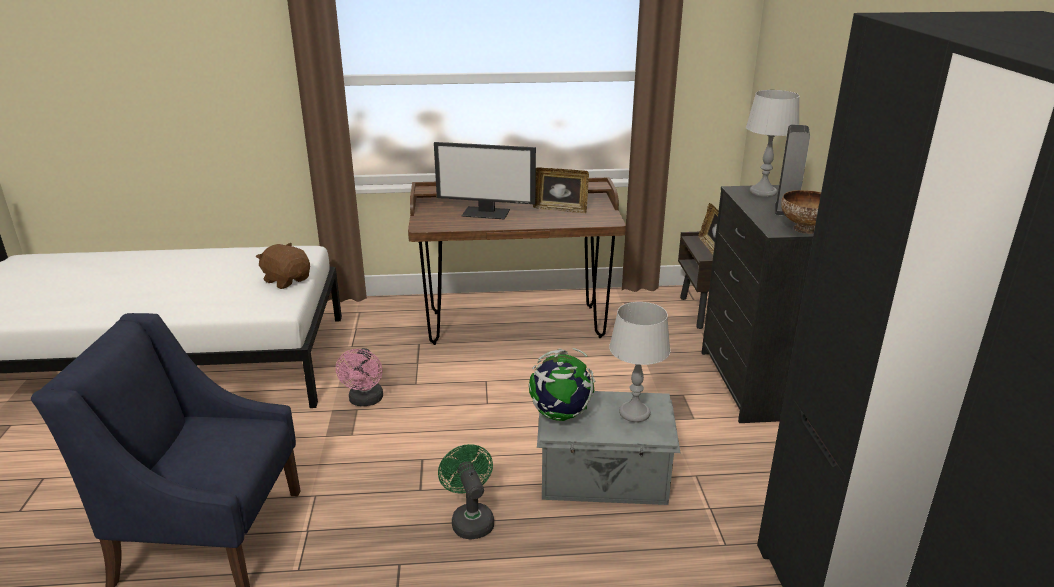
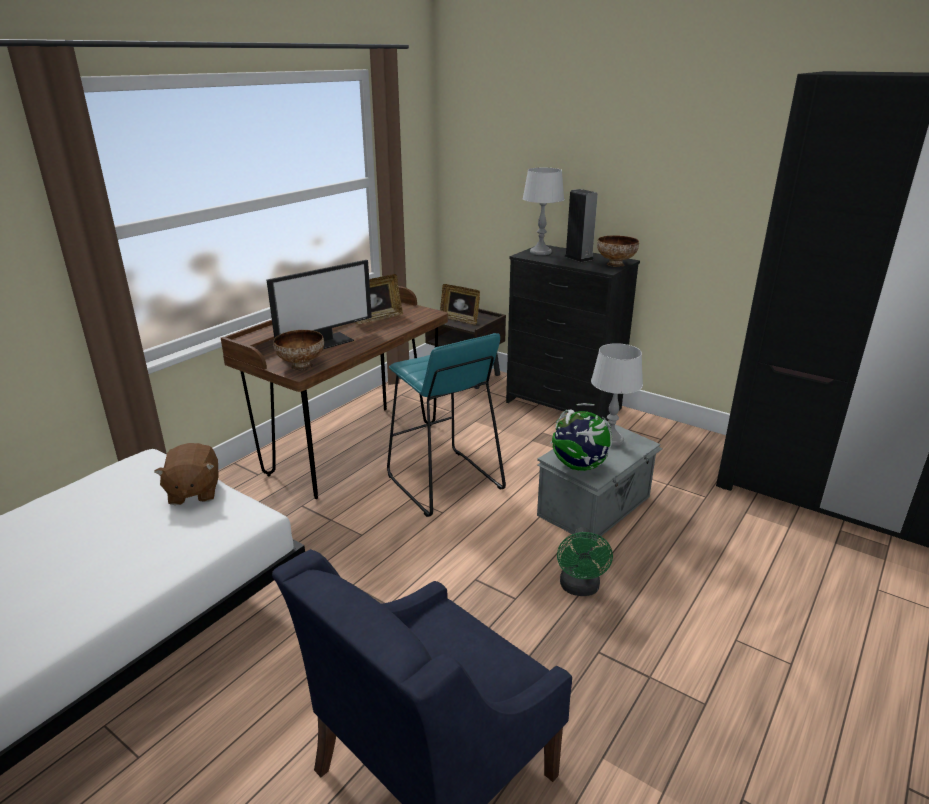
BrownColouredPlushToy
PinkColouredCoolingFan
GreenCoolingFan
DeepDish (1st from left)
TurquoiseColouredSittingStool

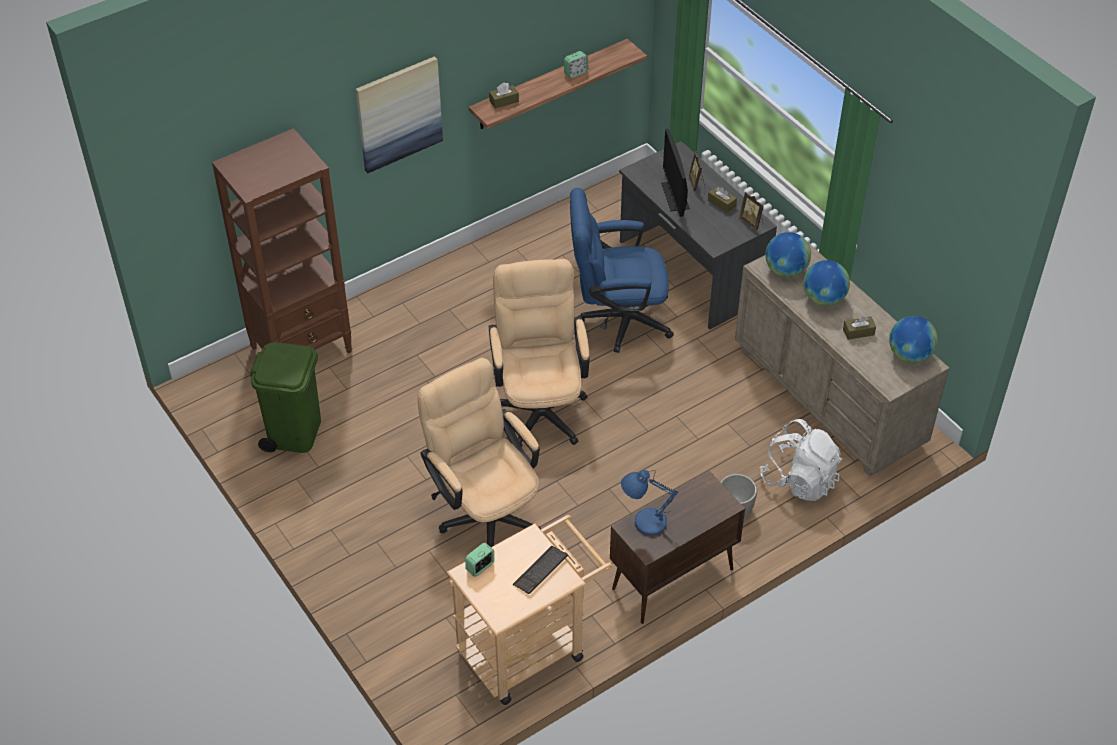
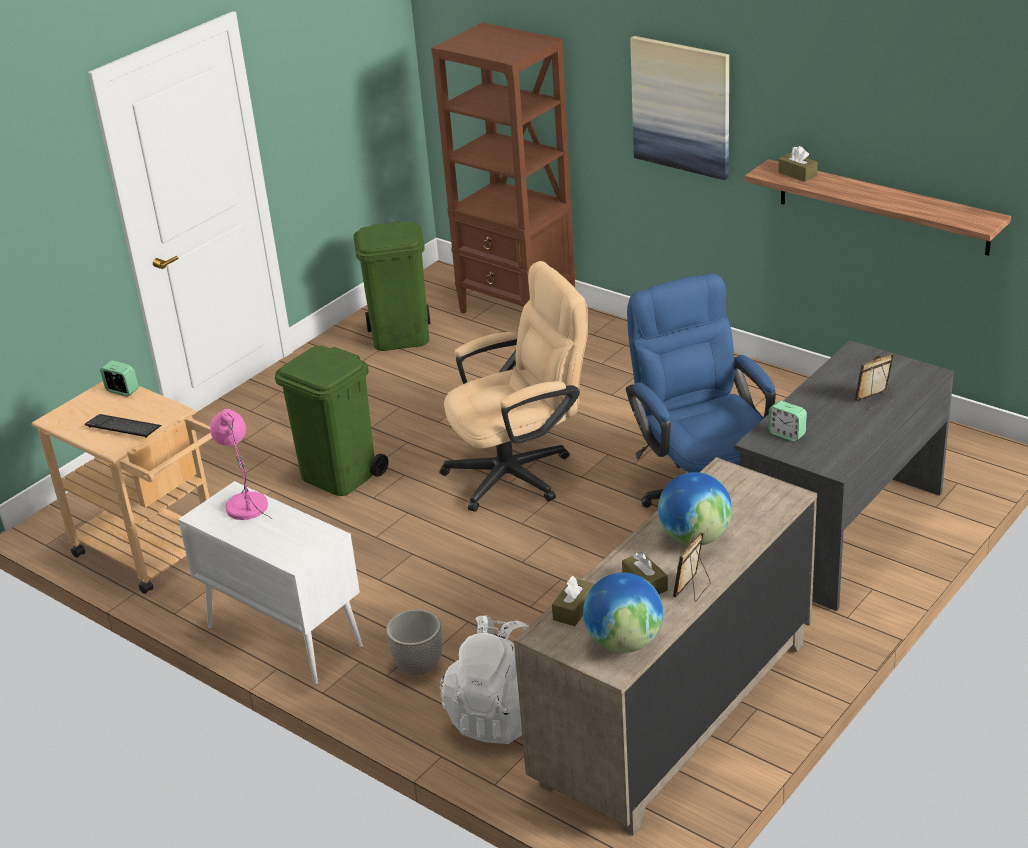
AlarmClock (2nd from left)
ComputerScreen
BrownColouredTissueHolder (1st from left)
PictureFrame (1st from left)
DeskGlobe (1st from left in the first image)
GreenTrashCan (1st from left)
PinkColouredTabletopLamp
WhitishCabinet

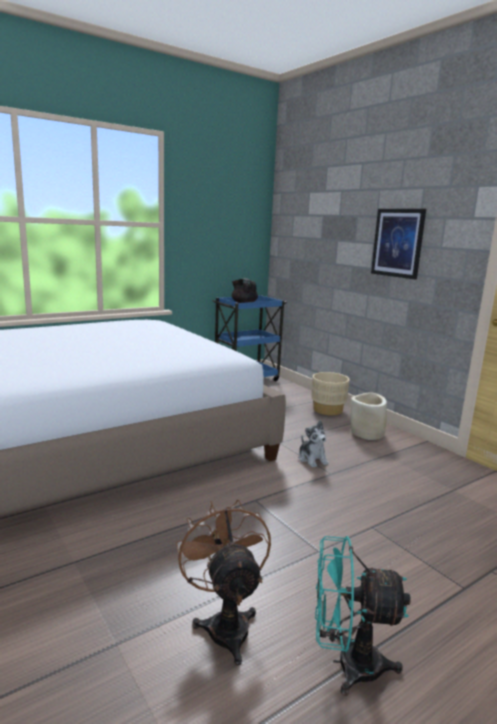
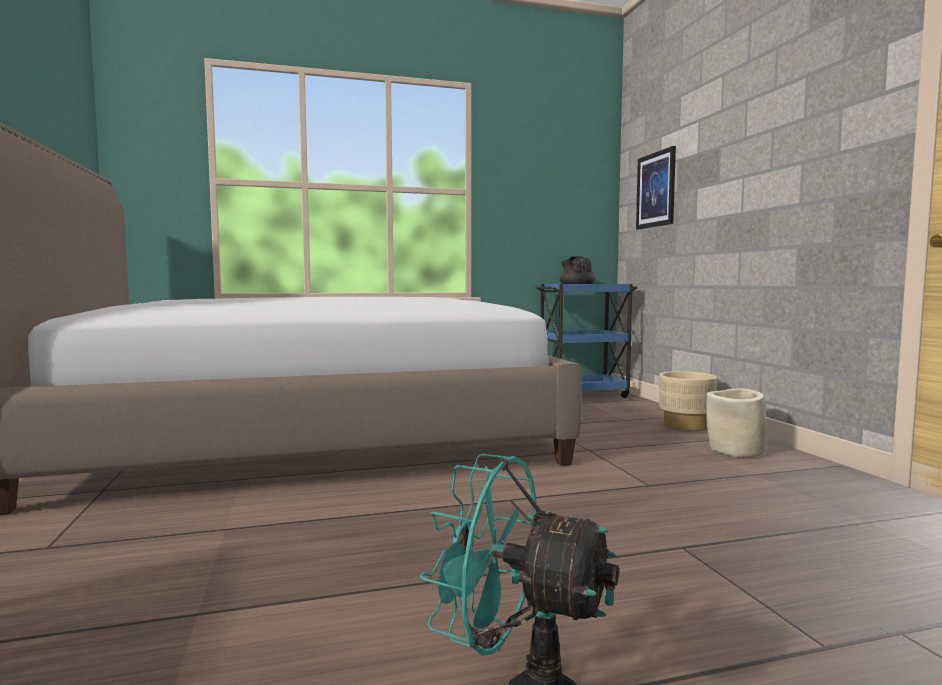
WallPicture
PlushToy
BrownColouredCoolingFan

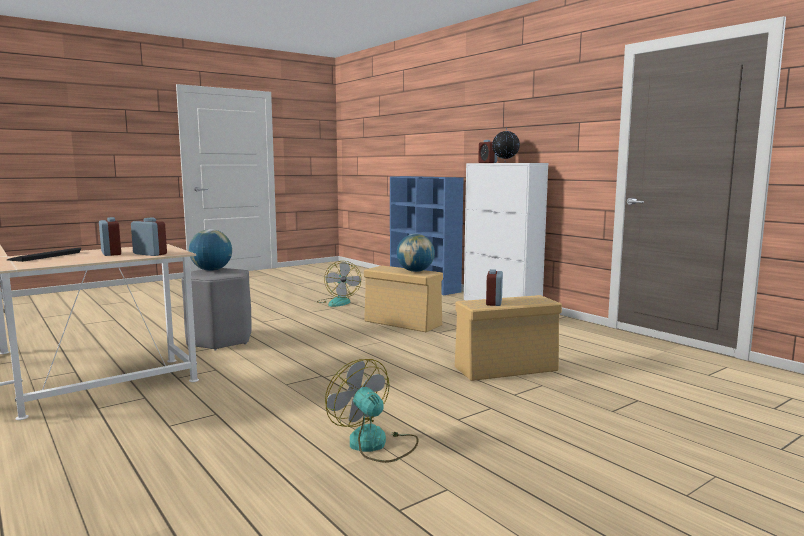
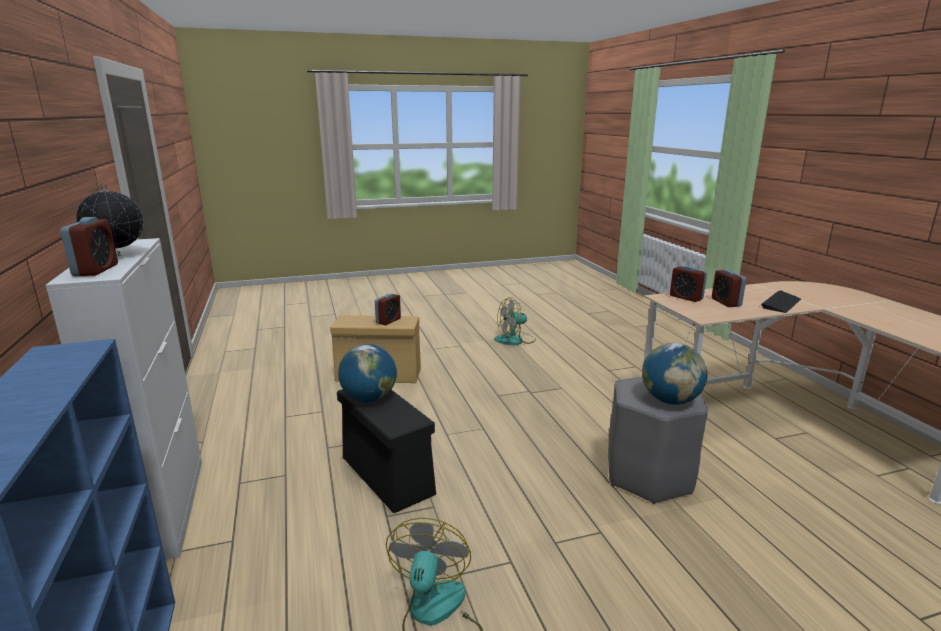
BlackStorageBin
CoolingFan (2nd from left)

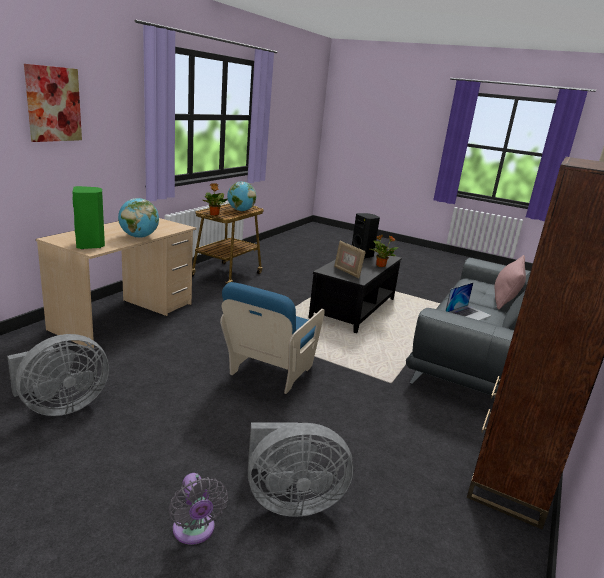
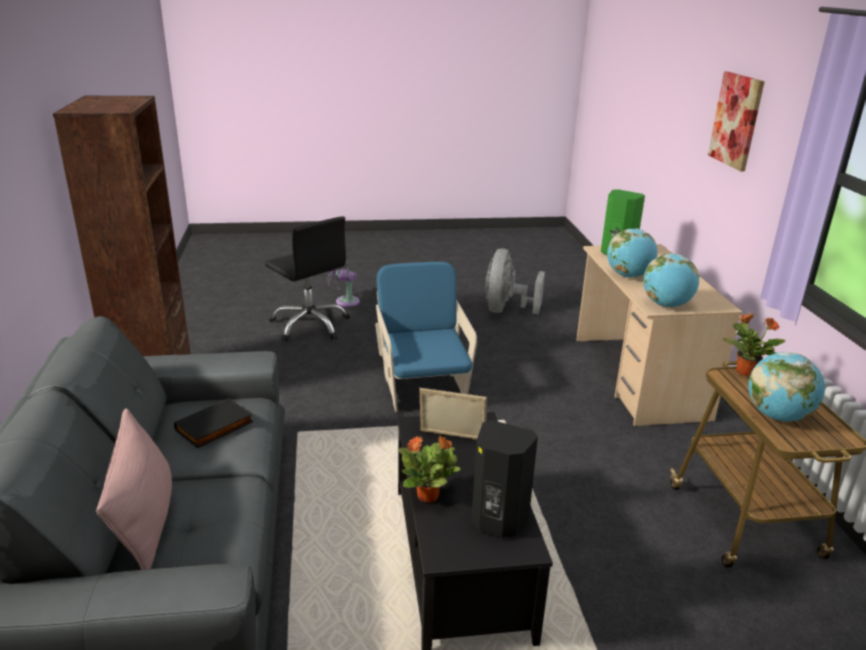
BlackBook
BlackDeskChair
DeskGlobe (2nd from left)

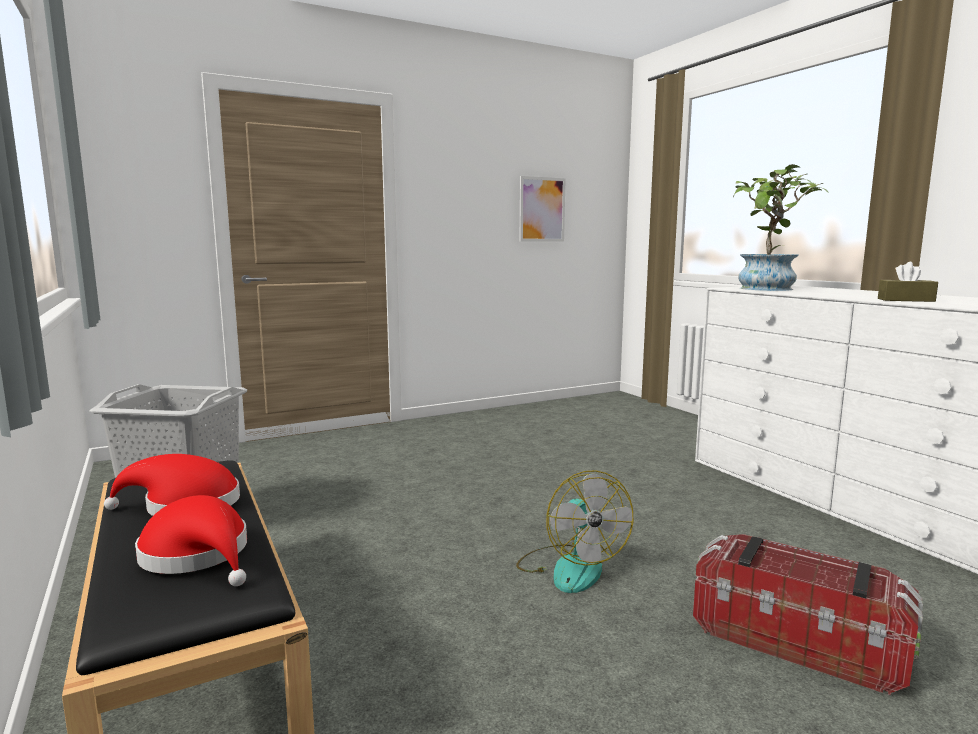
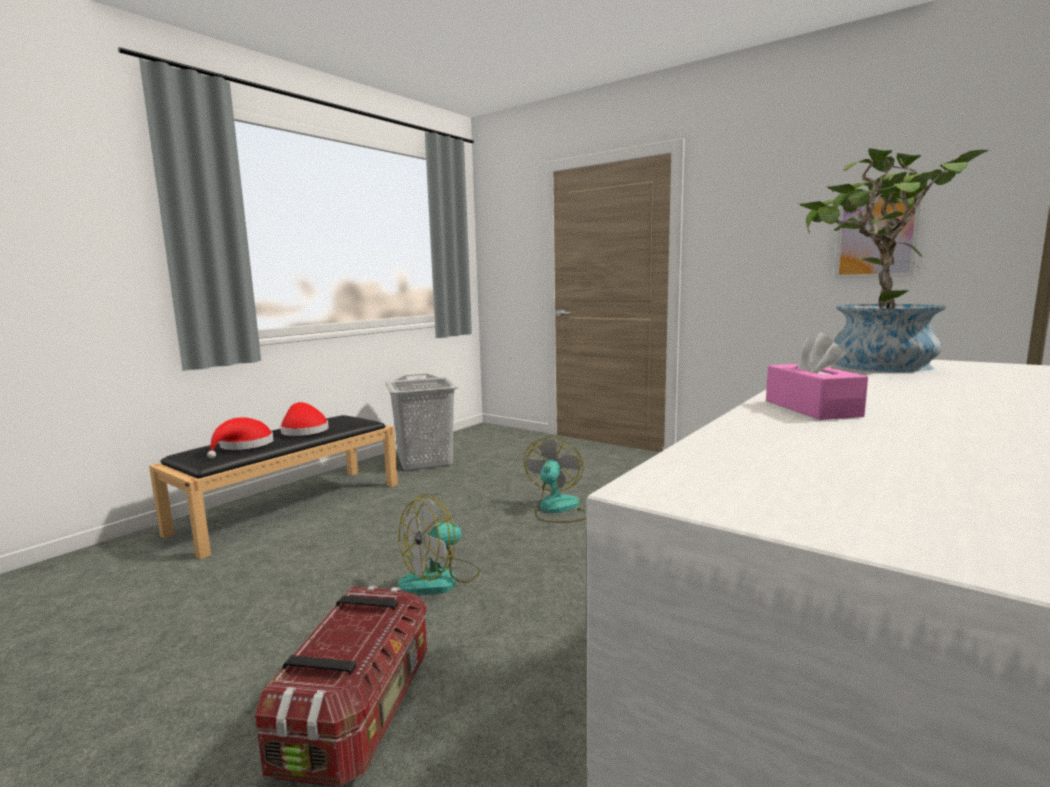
PinkColouredTissueHolder
CoolingFan (2nd from left)

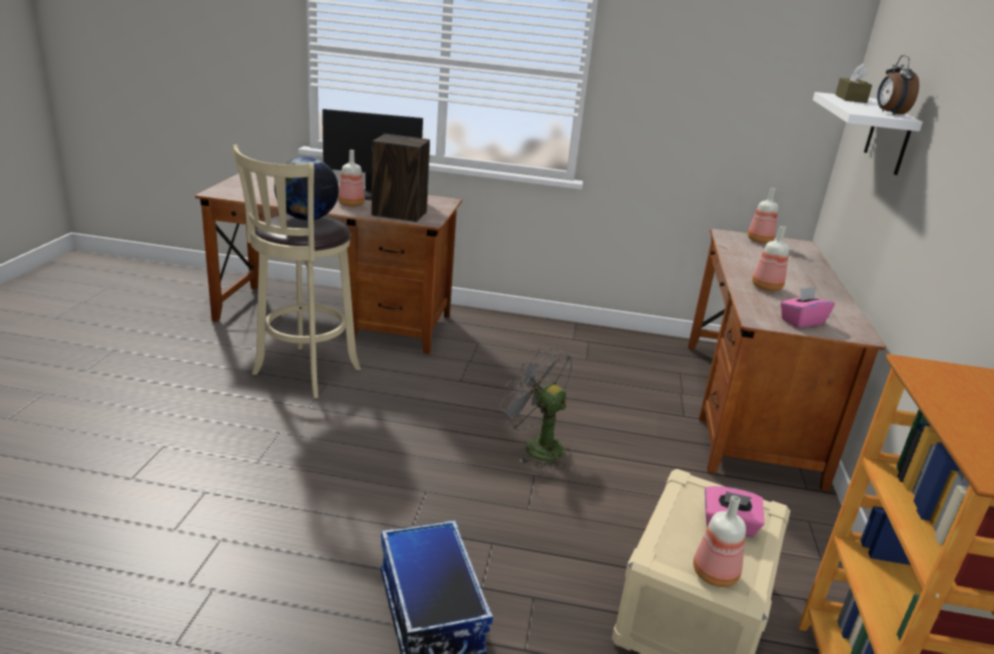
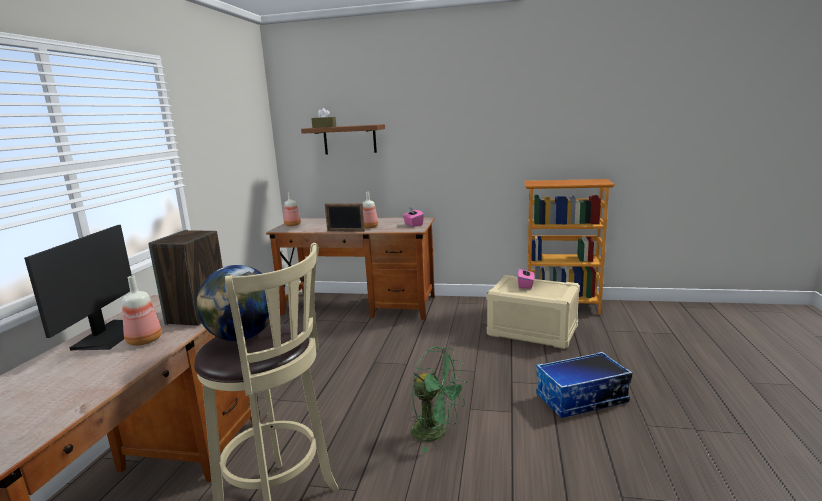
AlarmClock
BrownColouredShelf
GreyishCoolingFan
BeverageBottle (2nd from left in the first image)
PictureFrame
GreenCoolingFan

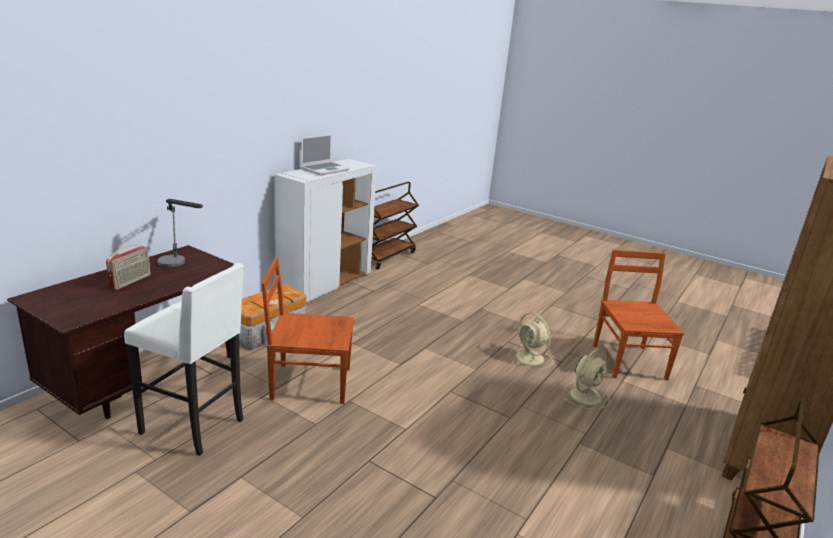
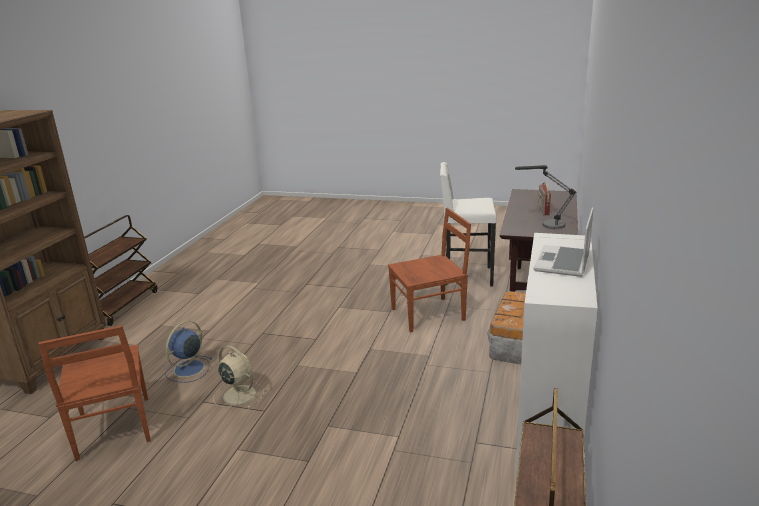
BlueColouredCoolingFan

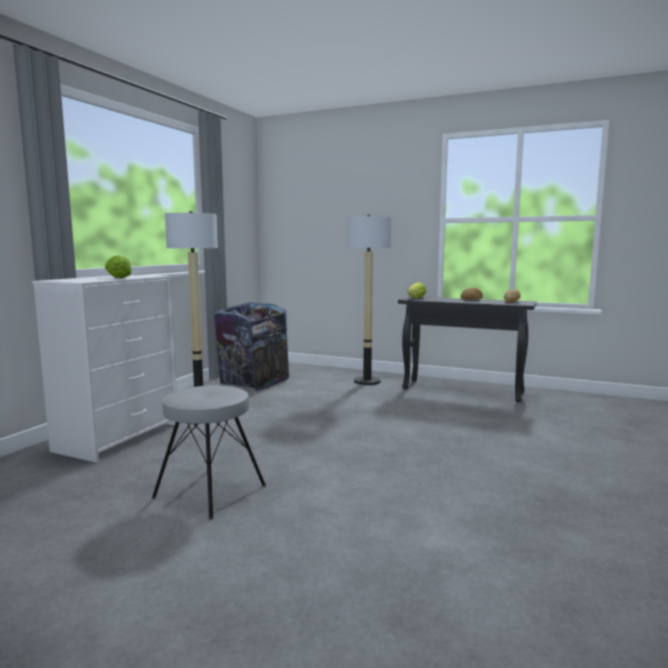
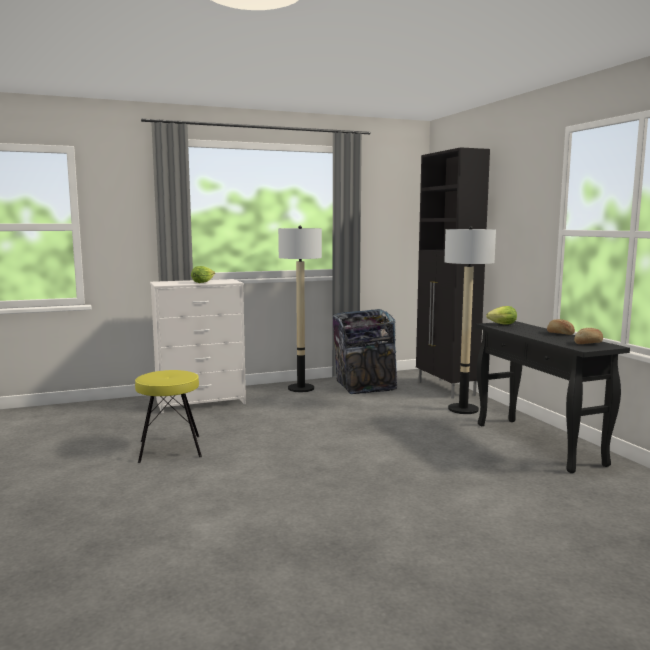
YellowSittingStool
BlackCabinet

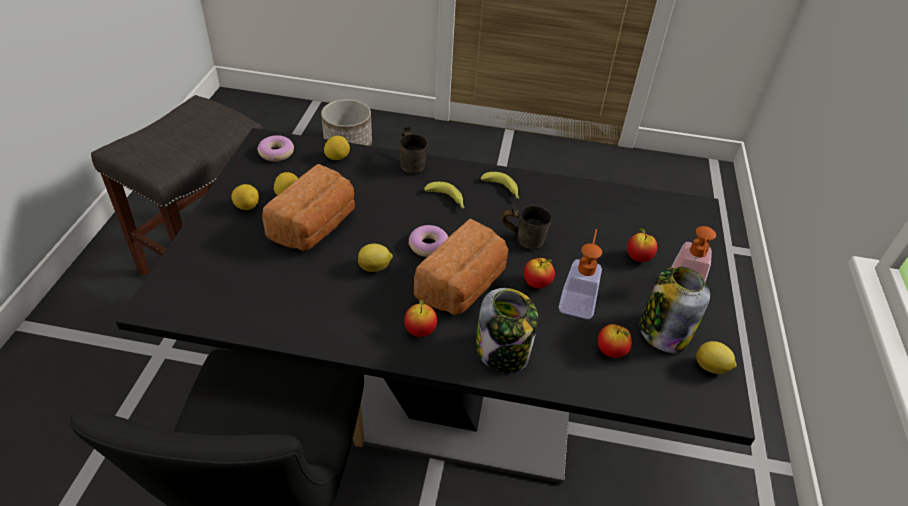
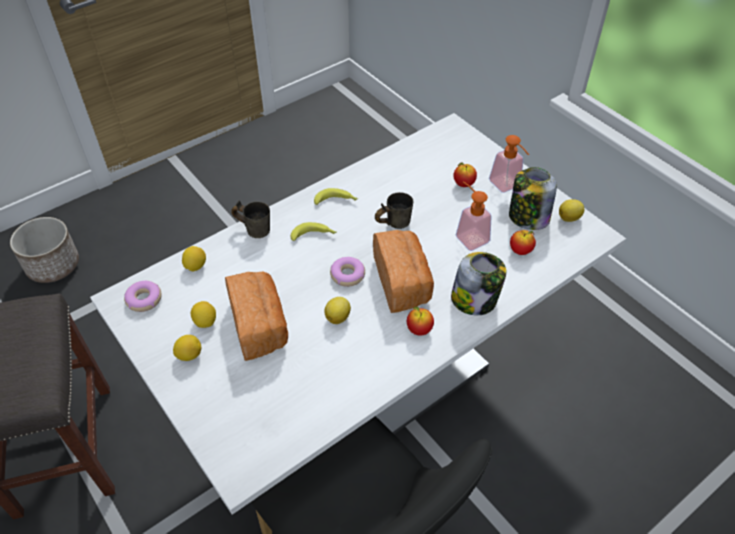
WhitishDiningTable
Apple (2nd from left in the first image)

